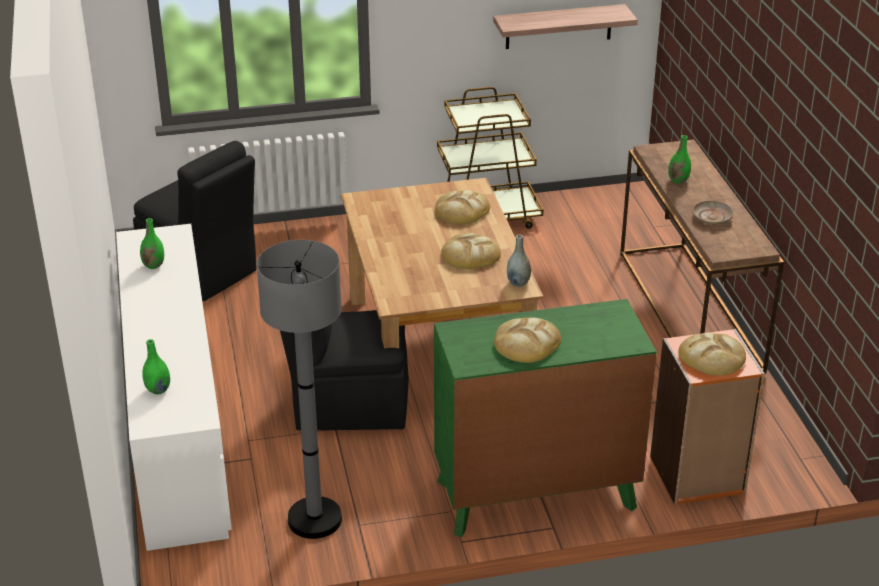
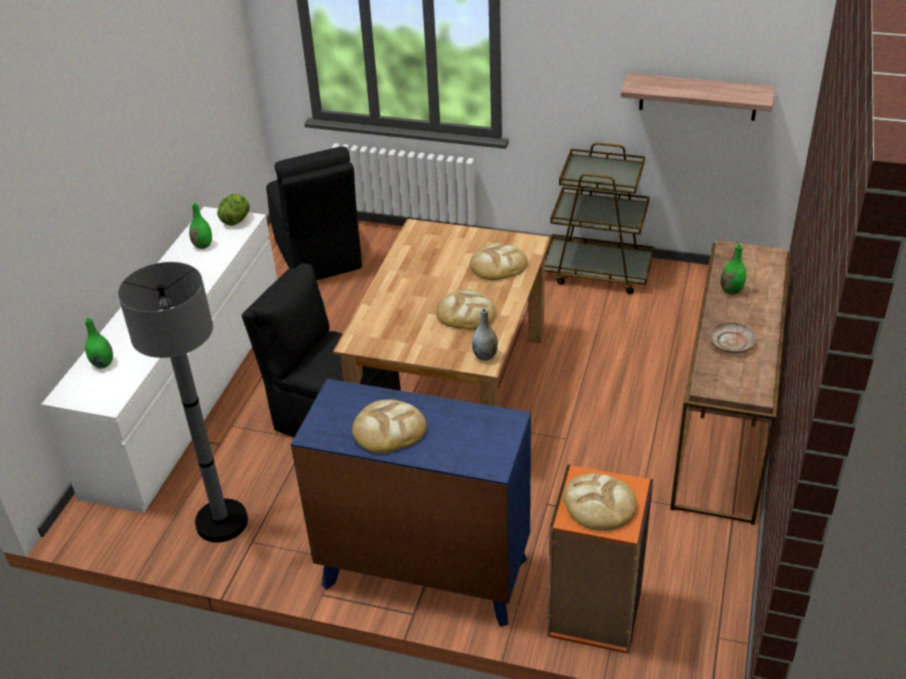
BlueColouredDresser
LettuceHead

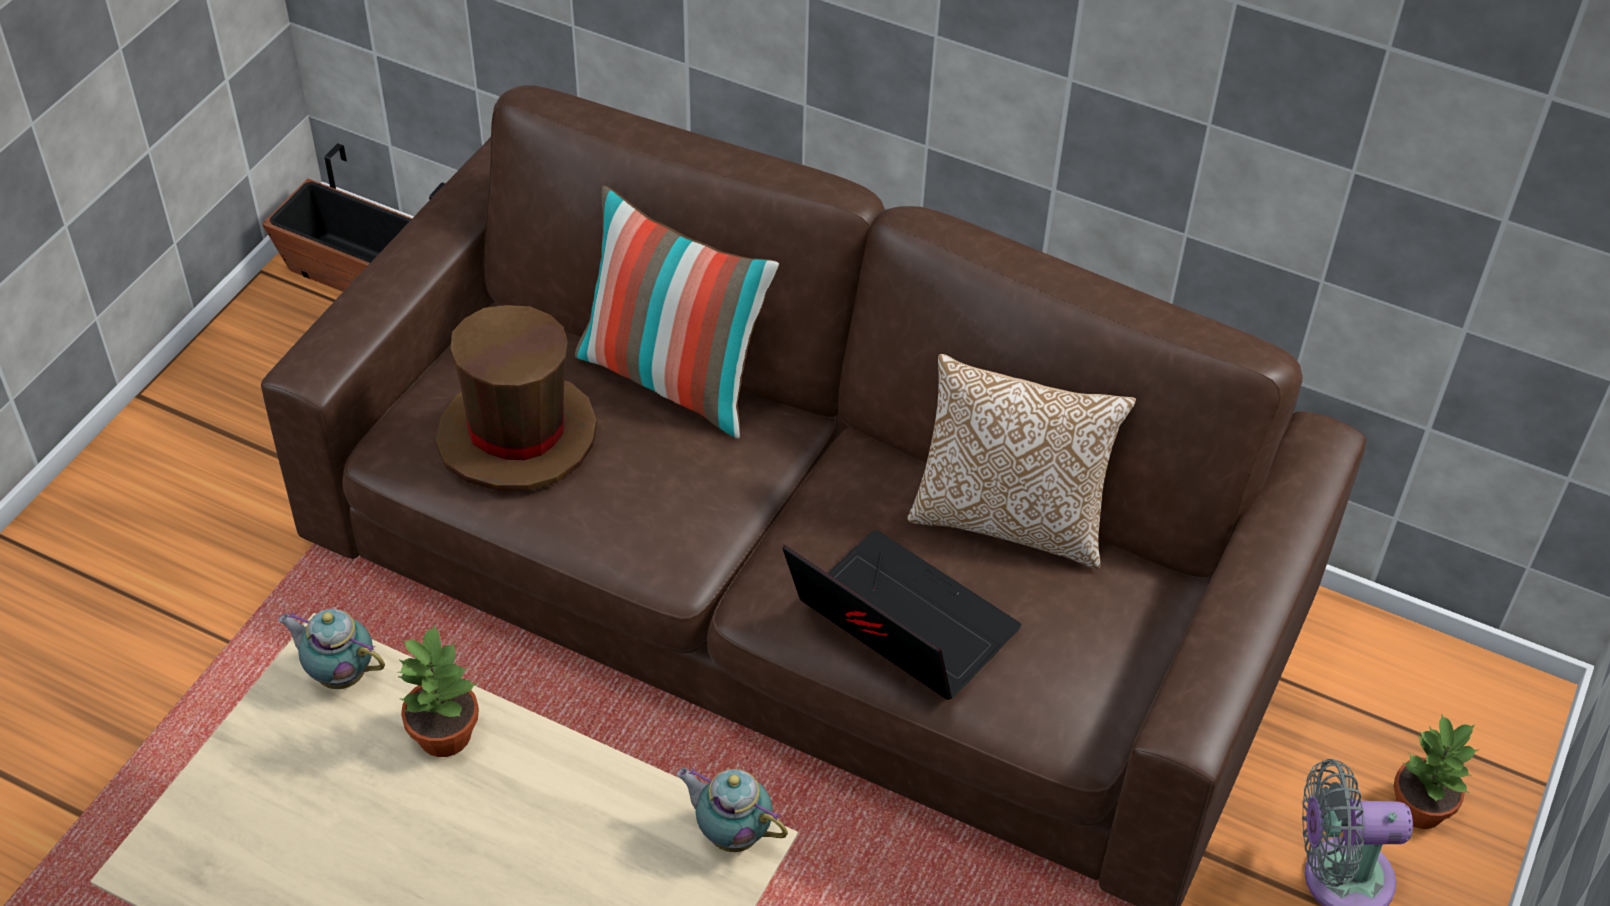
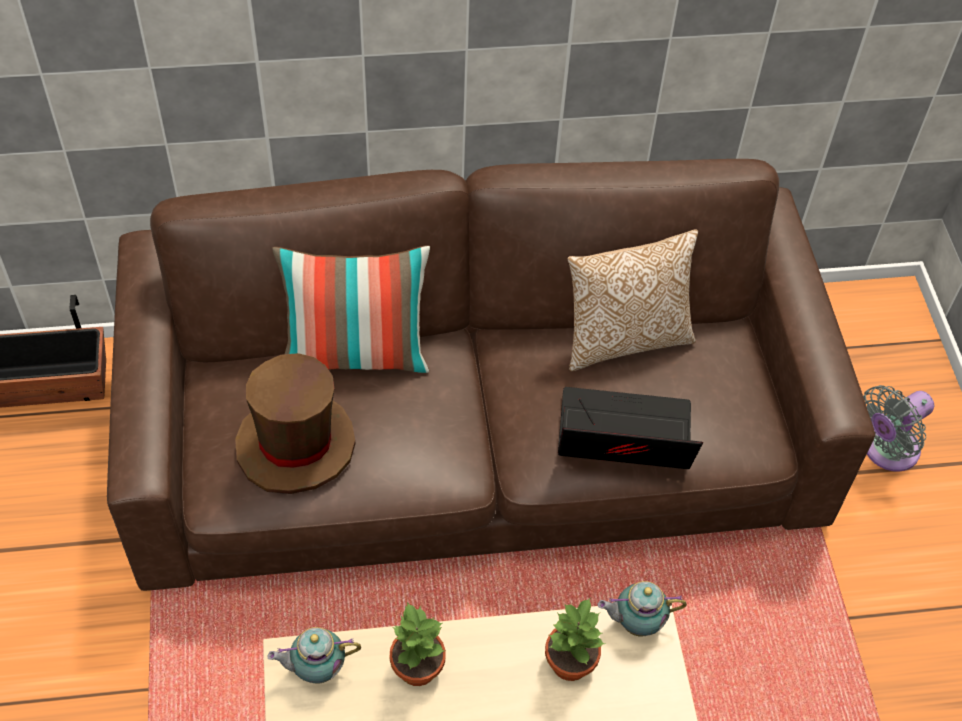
Houseplant (2nd from left)

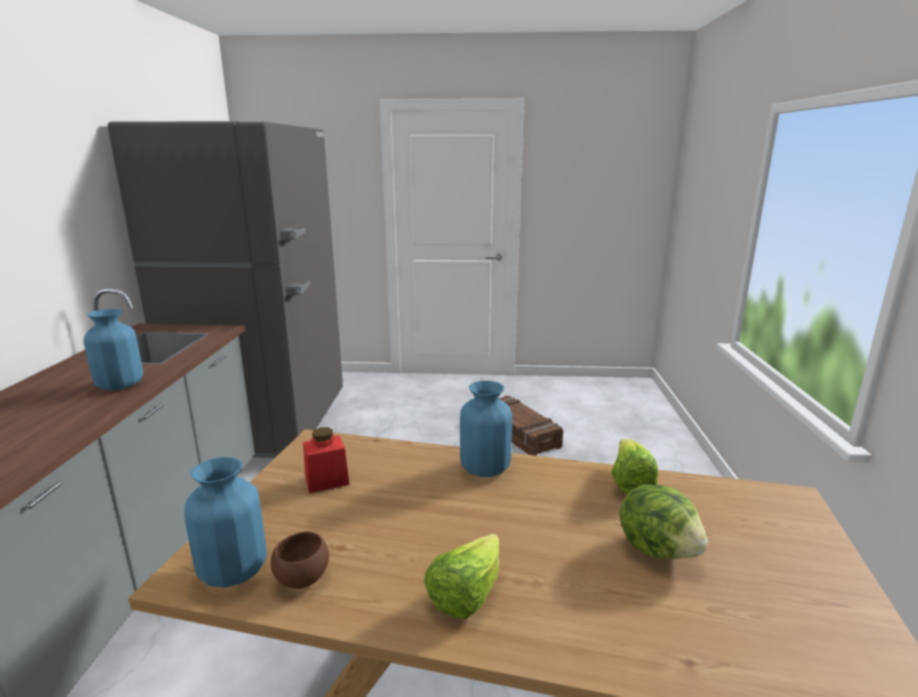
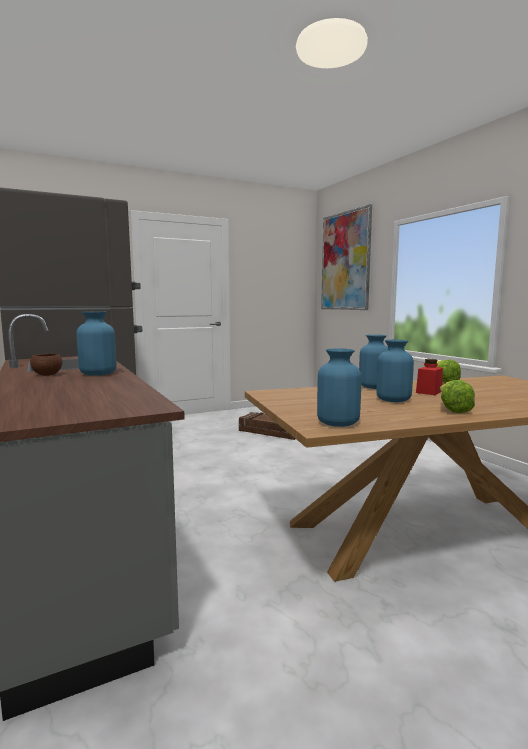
ReddishPreserveJar
LettuceHead (3rd from left in the first image)
BrownColouredDeepDish
WallPicture
BlueColouredFlowerVase (4th from left)

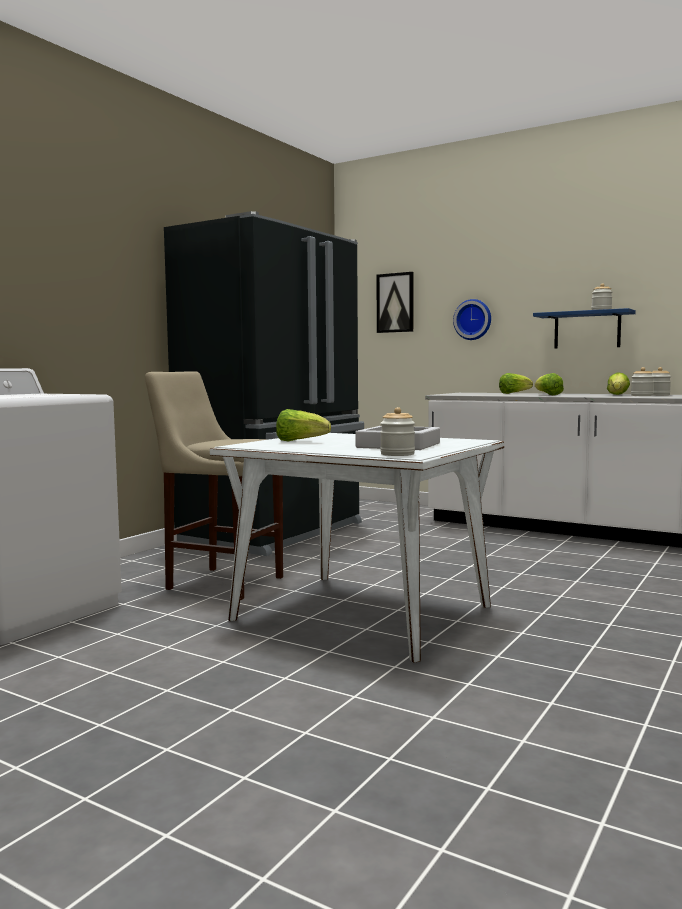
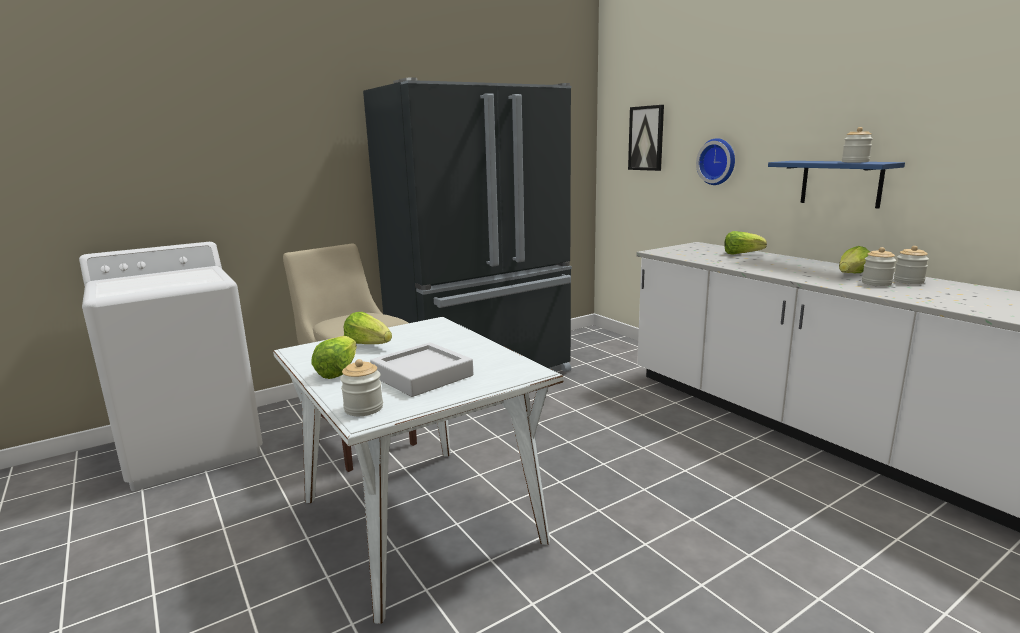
LettuceHead (1st from left)

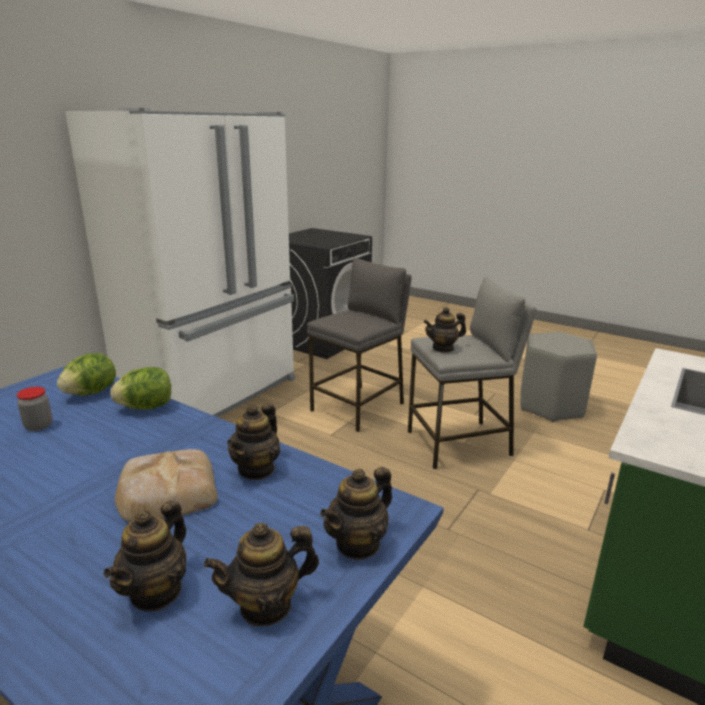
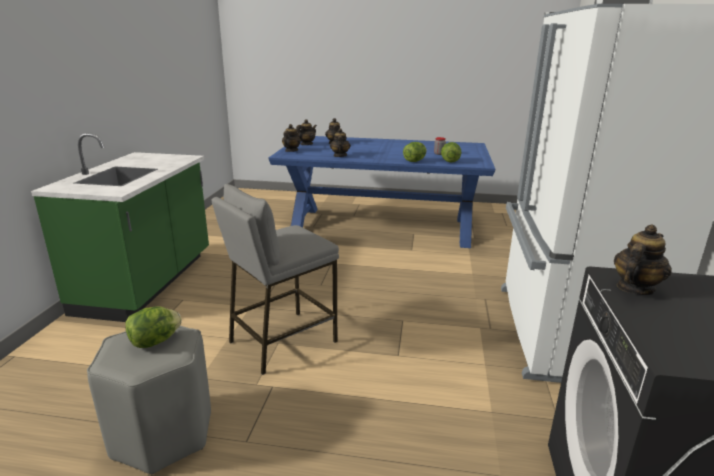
GreyishSittingStool (1st from left in the first image)
Teapot (5th from left)
BakedBread
LettuceHead (1st from left)

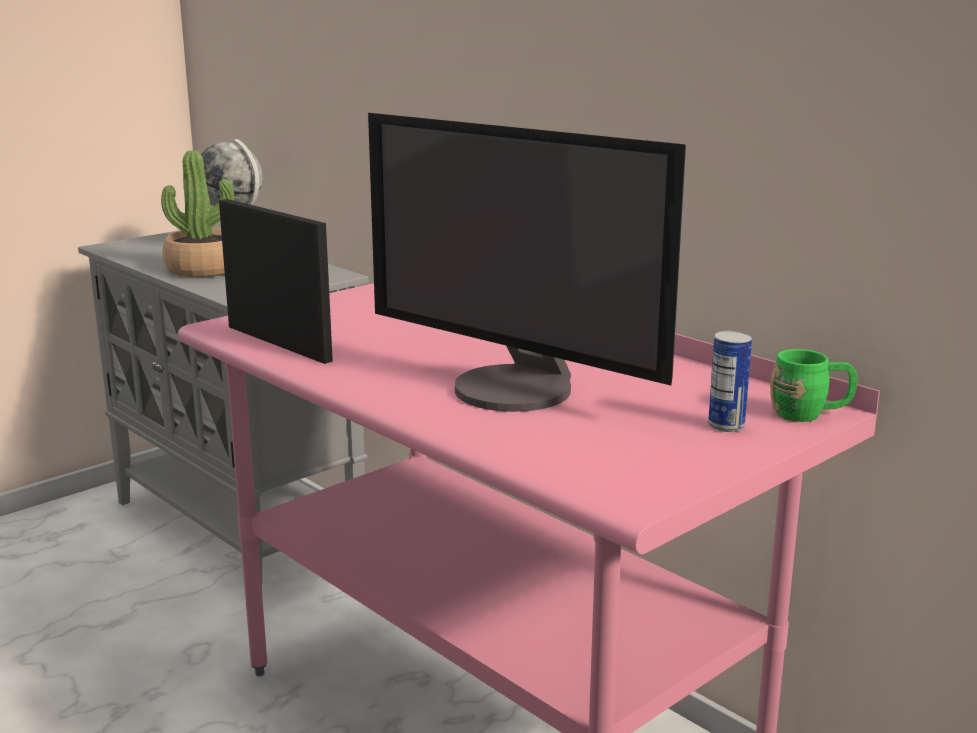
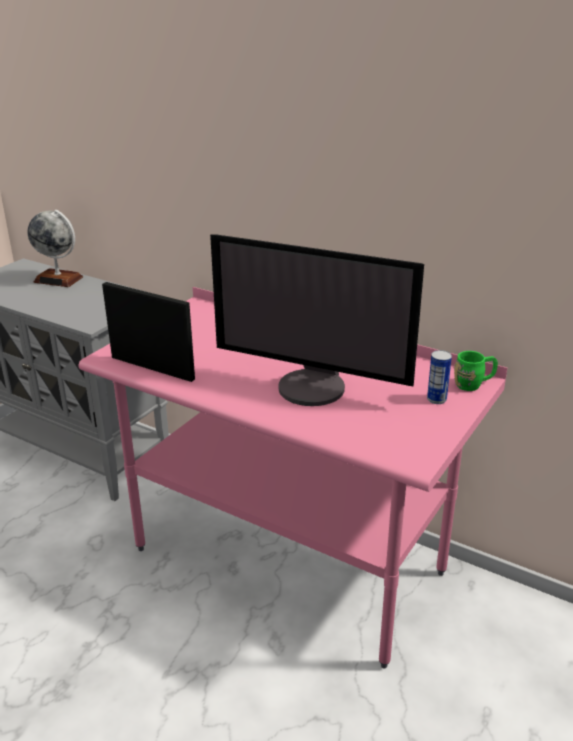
Houseplant

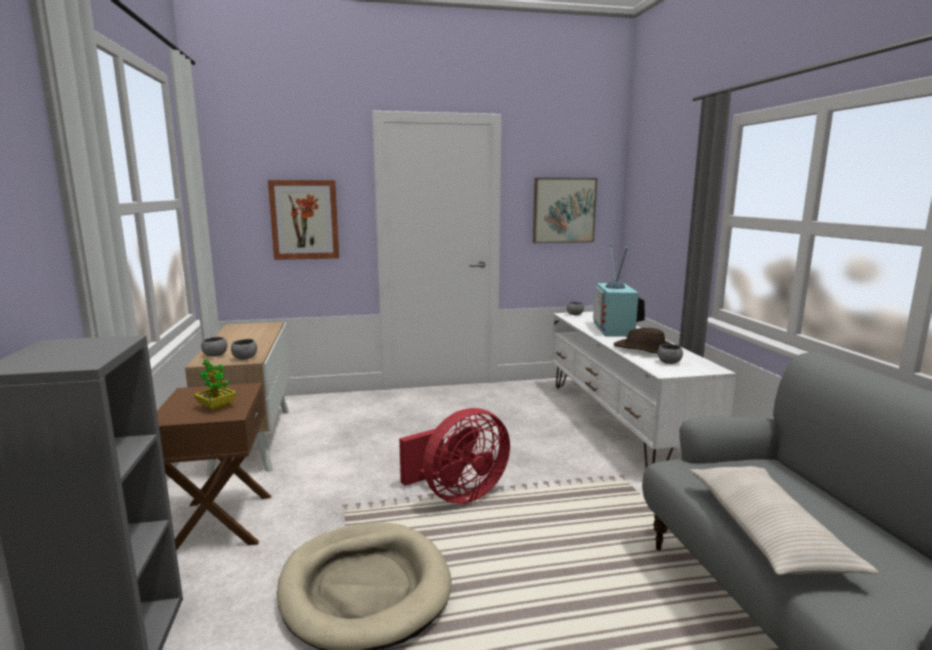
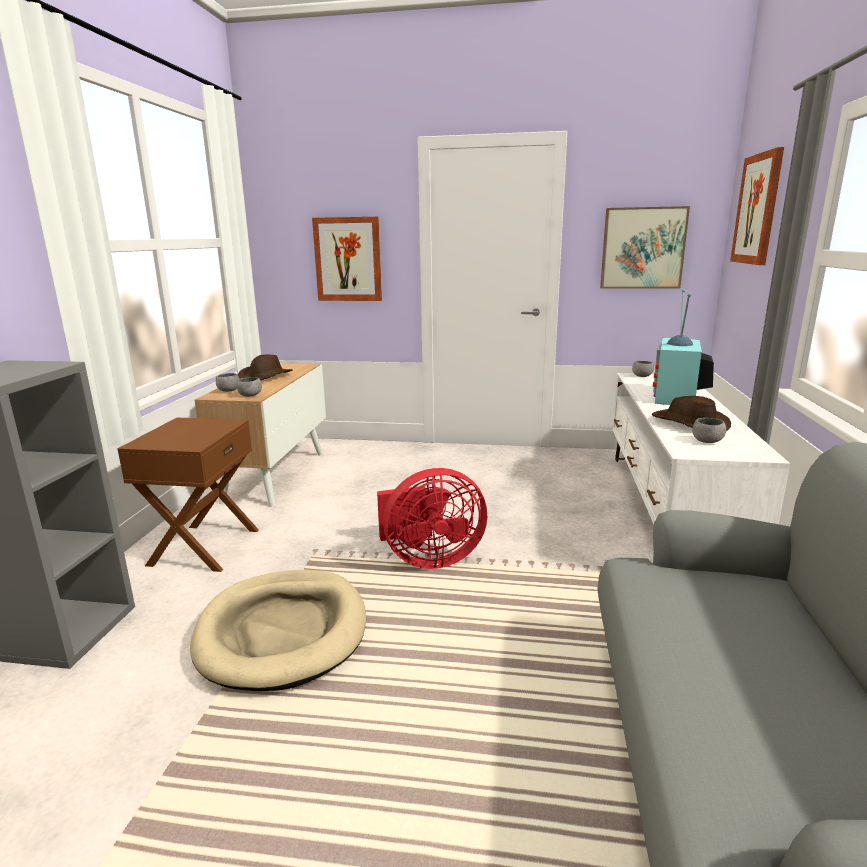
Houseplant
SandColouredPillow
WallPicture (3rd from left)
BrownColouredClothingHat (1st from left)

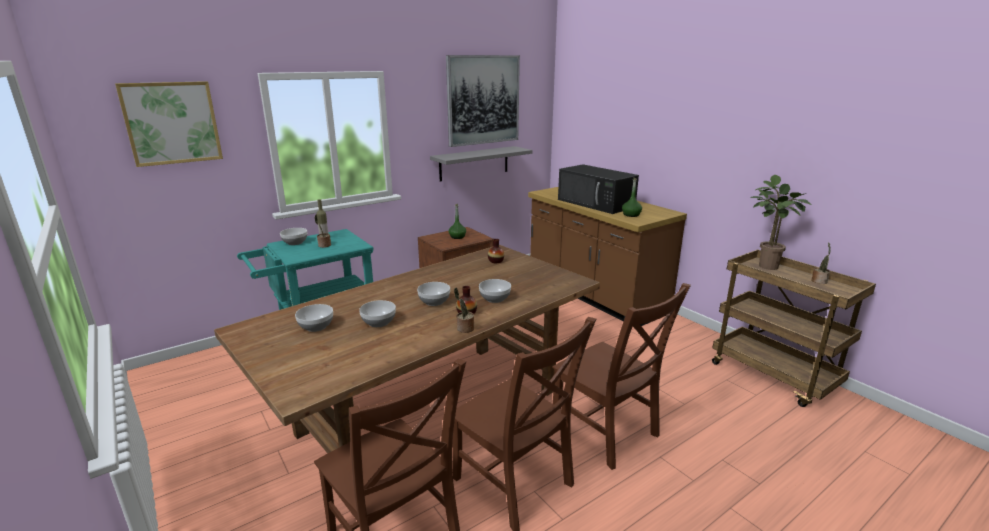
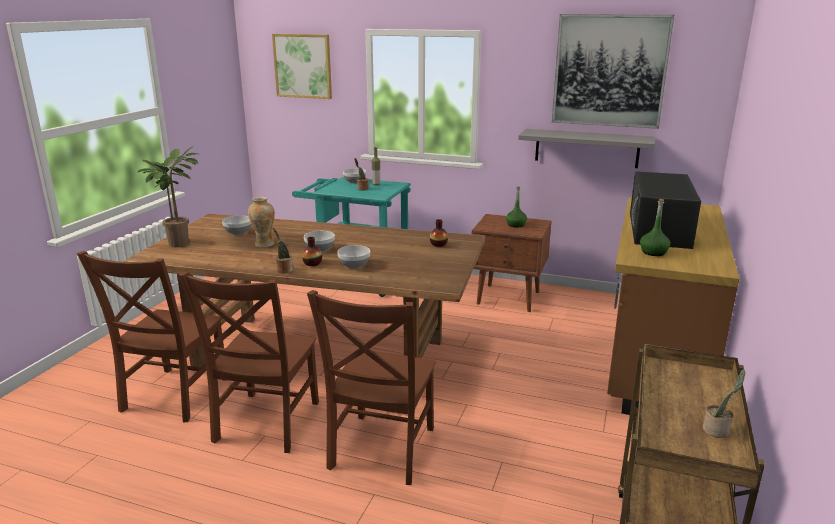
Houseplant (1st from left)
FlowerVase (1st from left)

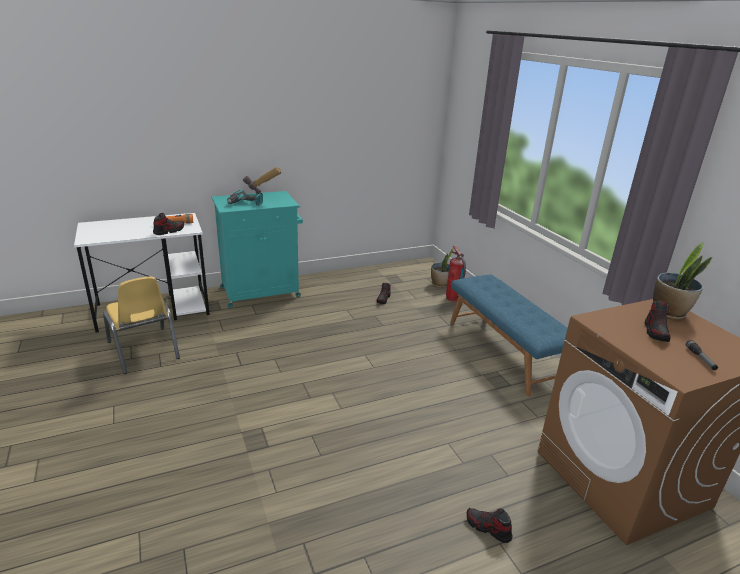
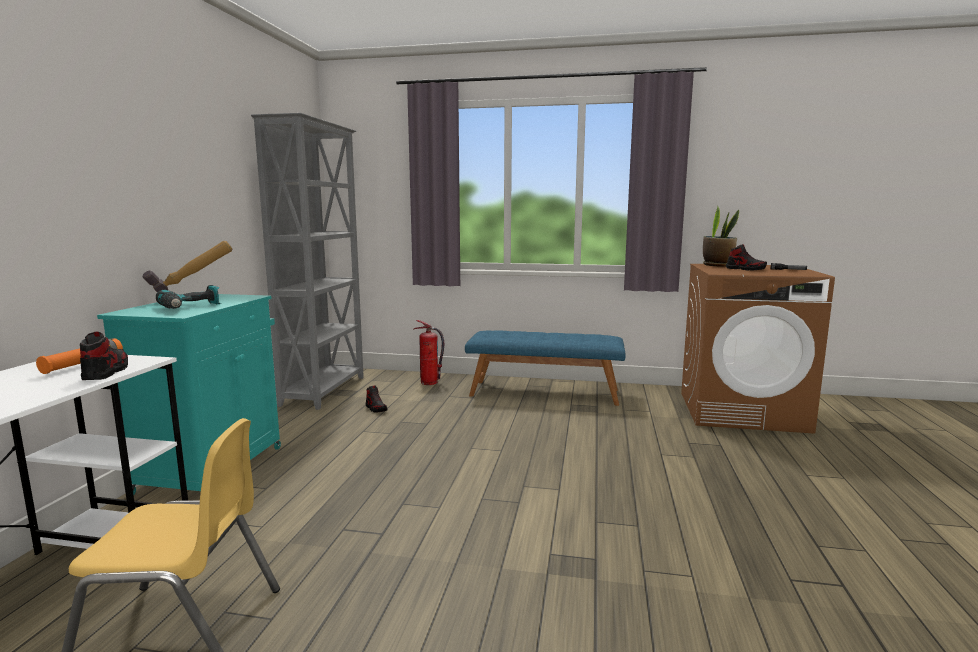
Houseplant (1st from left in the first image)
LowShoe (3rd from left in the first image)
GreyishShelvingUnit

